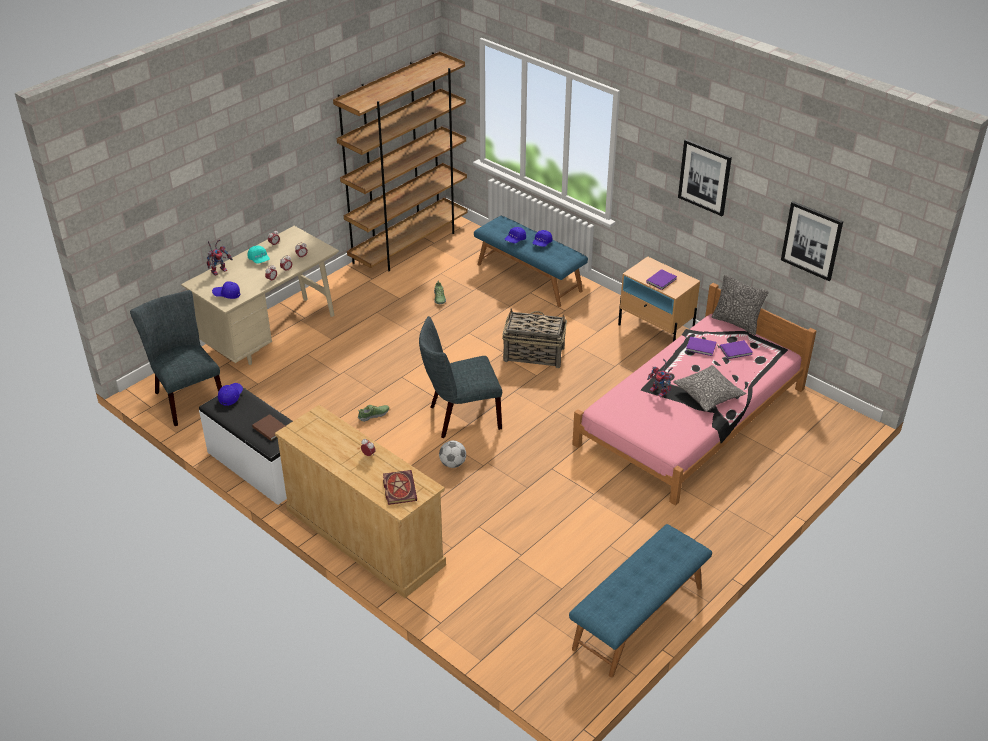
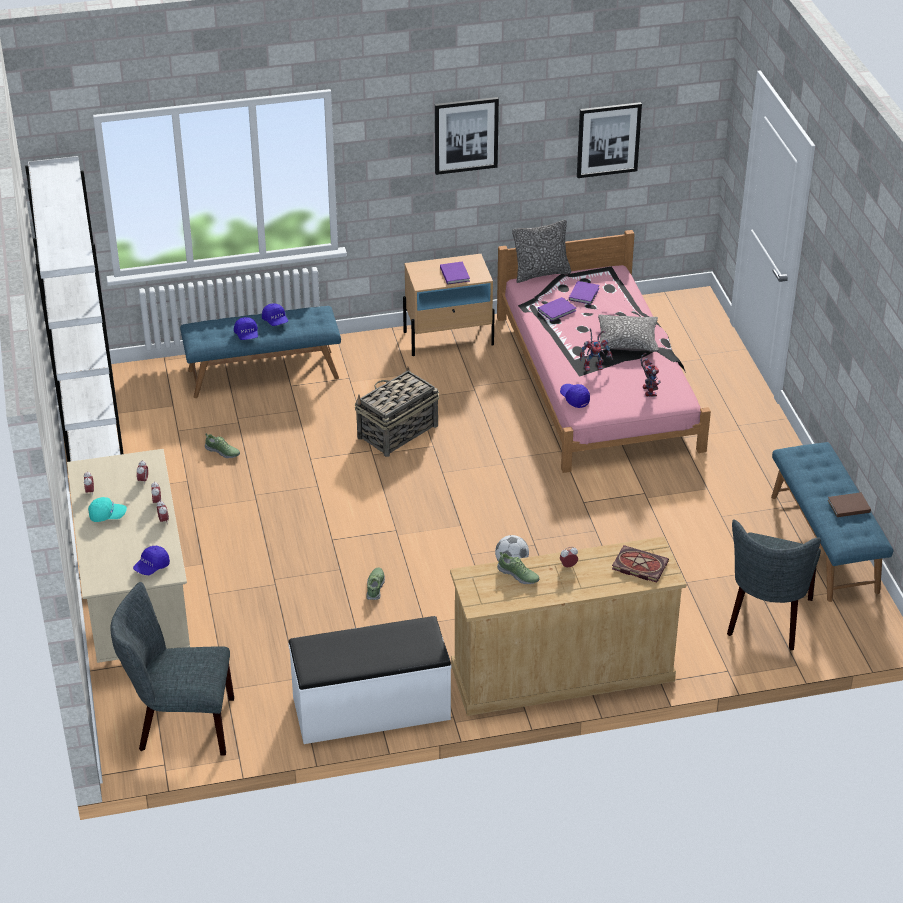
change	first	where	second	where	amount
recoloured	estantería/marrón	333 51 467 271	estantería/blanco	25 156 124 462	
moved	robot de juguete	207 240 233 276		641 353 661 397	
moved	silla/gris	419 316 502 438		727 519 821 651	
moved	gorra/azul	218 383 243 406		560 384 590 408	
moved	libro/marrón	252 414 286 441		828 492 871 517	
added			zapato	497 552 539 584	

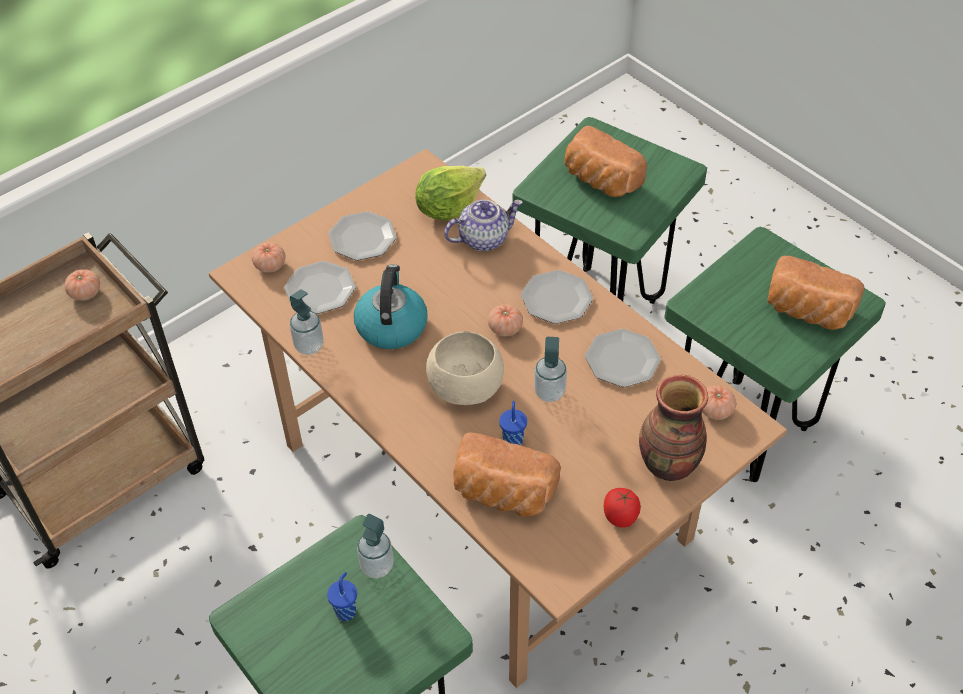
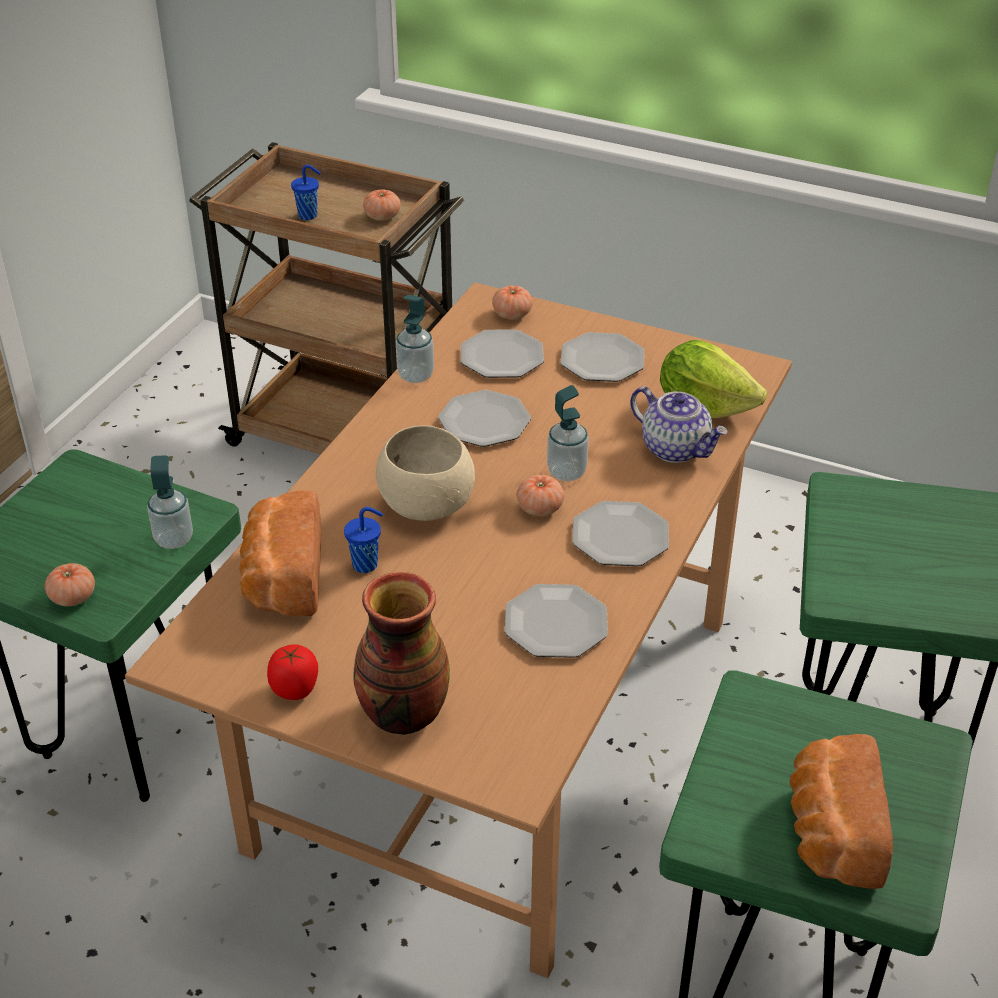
change	first	where	second	where	amount
removed	pan	564 126 647 197			
replaced	hervidor	354 264 428 349	plato	438 390 531 447	
moved	dispensador de jabón	534 337 567 402		547 385 589 481	
moved	tomate	702 385 736 420		45 563 95 606	
moved	taza/azul	327 572 357 621		291 165 321 220	

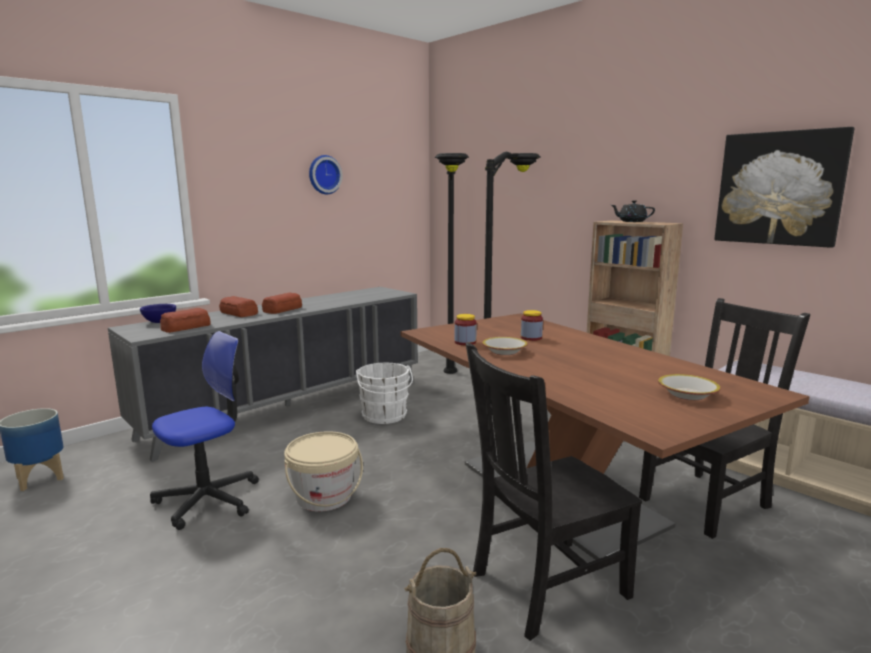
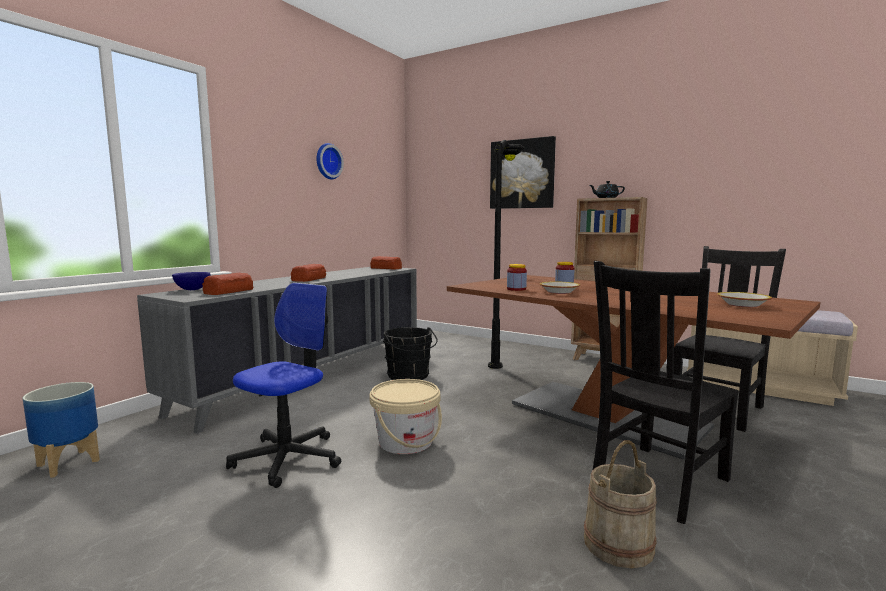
change	first	where	second	where	amount
moved	cuadro	715 127 855 248		490 136 556 209	
removed	lámpara de pie/negro	435 153 469 374			
moved	pan	219 296 258 317		370 256 402 269	
recoloured	cubo/blanco	356 363 413 424	cubo/negro	383 327 438 380	

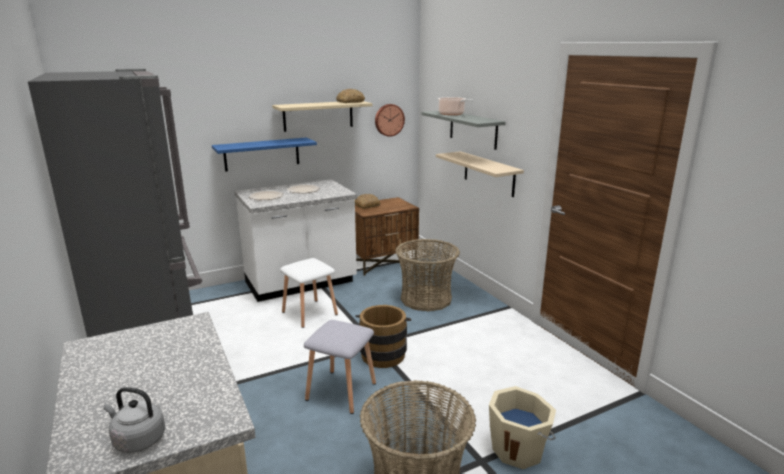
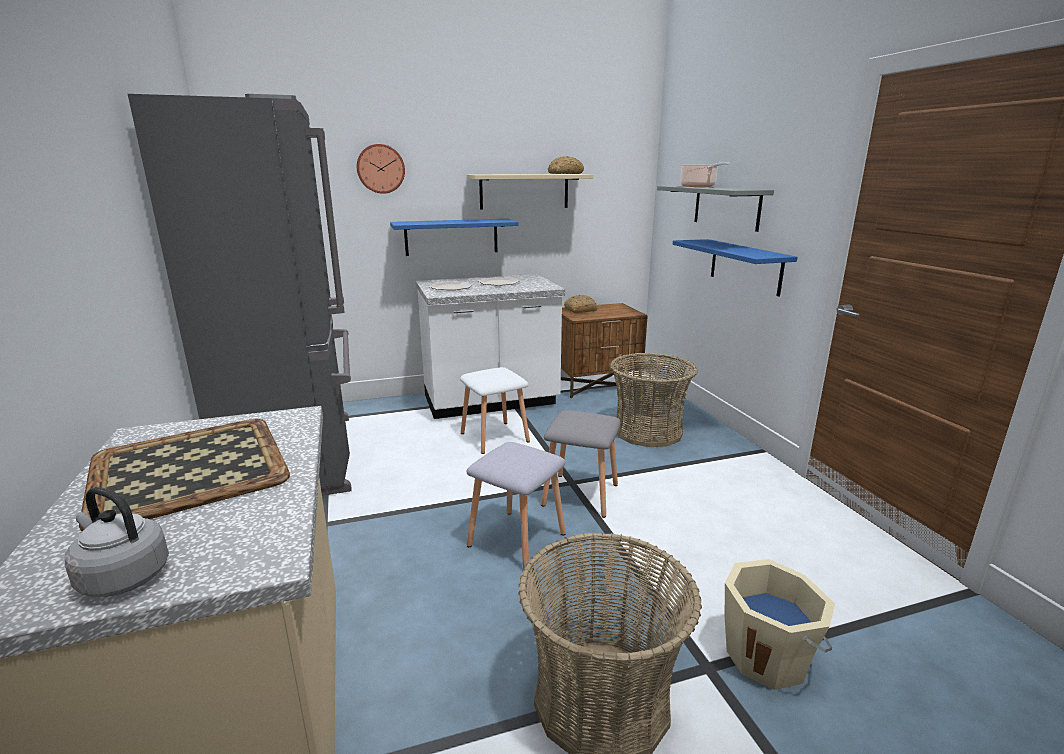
change	first	where	second	where	amount
moved	reloj de pared	375 104 405 137		357 144 405 194	
recoloured	estante/beis	436 151 524 197	estante/azul	673 239 797 297	
replaced	cubo/marrón	356 305 411 368	taburete/gris	541 410 620 518	
added			bandeja	79 419 290 531	

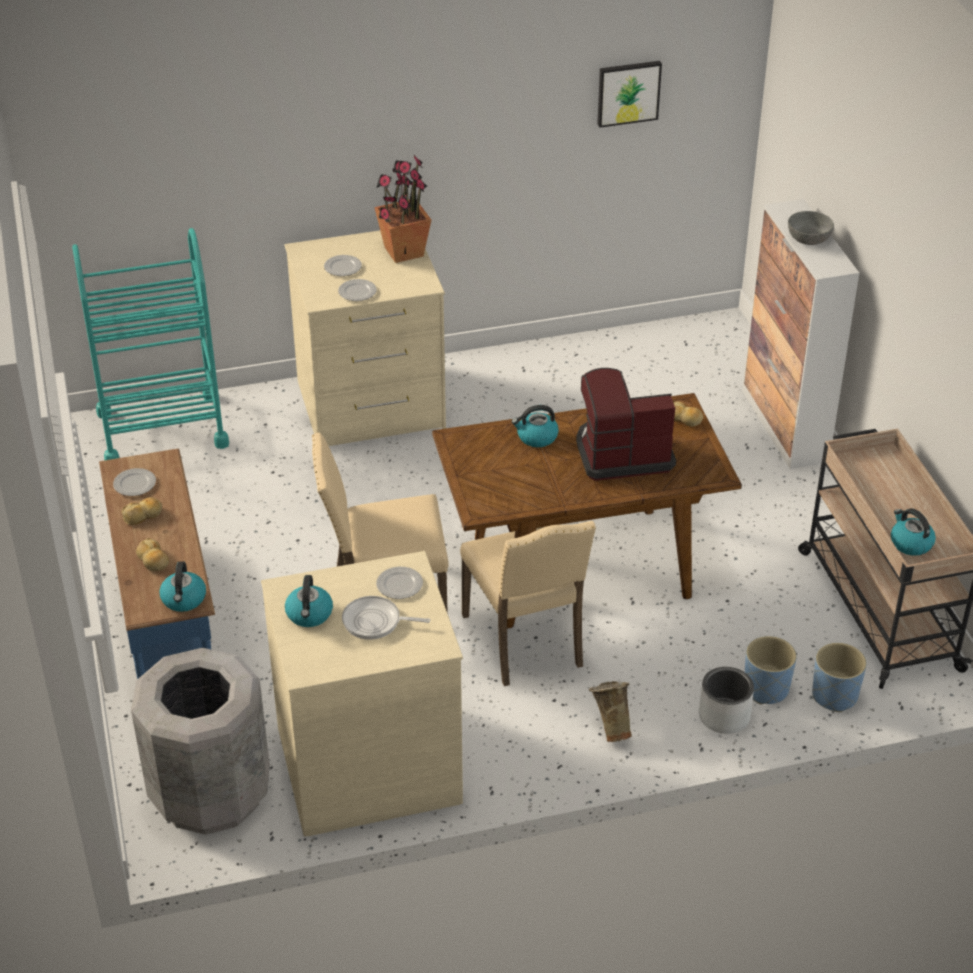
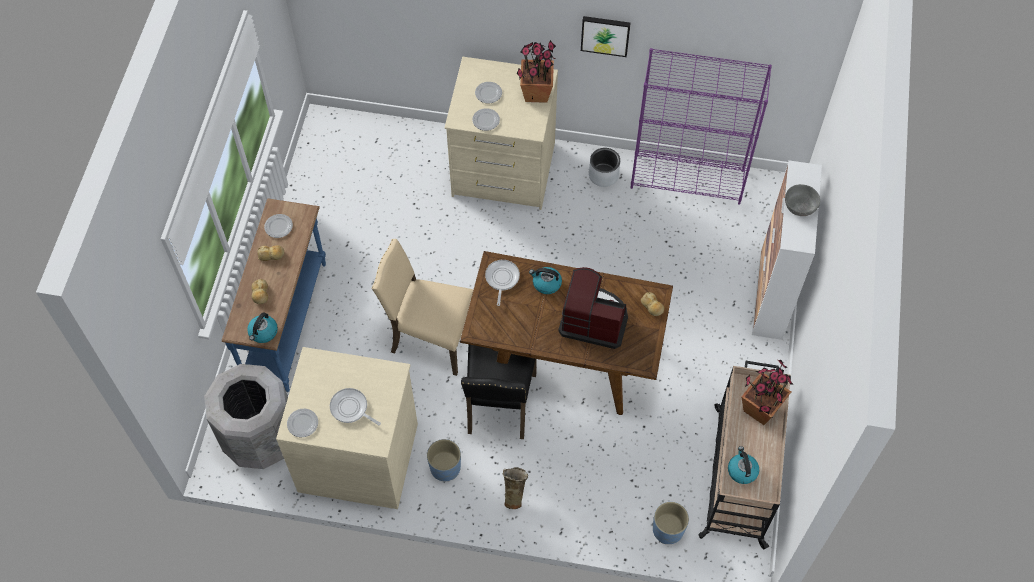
change	first	where	second	where	amount
moved	cuadro	597 61 662 128		581 16 631 57	
removed	carrito/turquesa	72 228 229 460			
recoloured	silla/beis	460 521 596 686	silla/negro	461 344 537 439	
moved	plato	376 567 423 599		287 409 318 437	
removed	hervidor	285 575 333 627			
moved	maceta/azul	745 636 797 704		427 439 461 481	
moved	maceta/gris	699 667 754 734		589 148 620 187	
added			estantería/morado	631 48 772 205	
added			sartén	485 260 520 306	
added			planta en maceta	741 360 793 425	

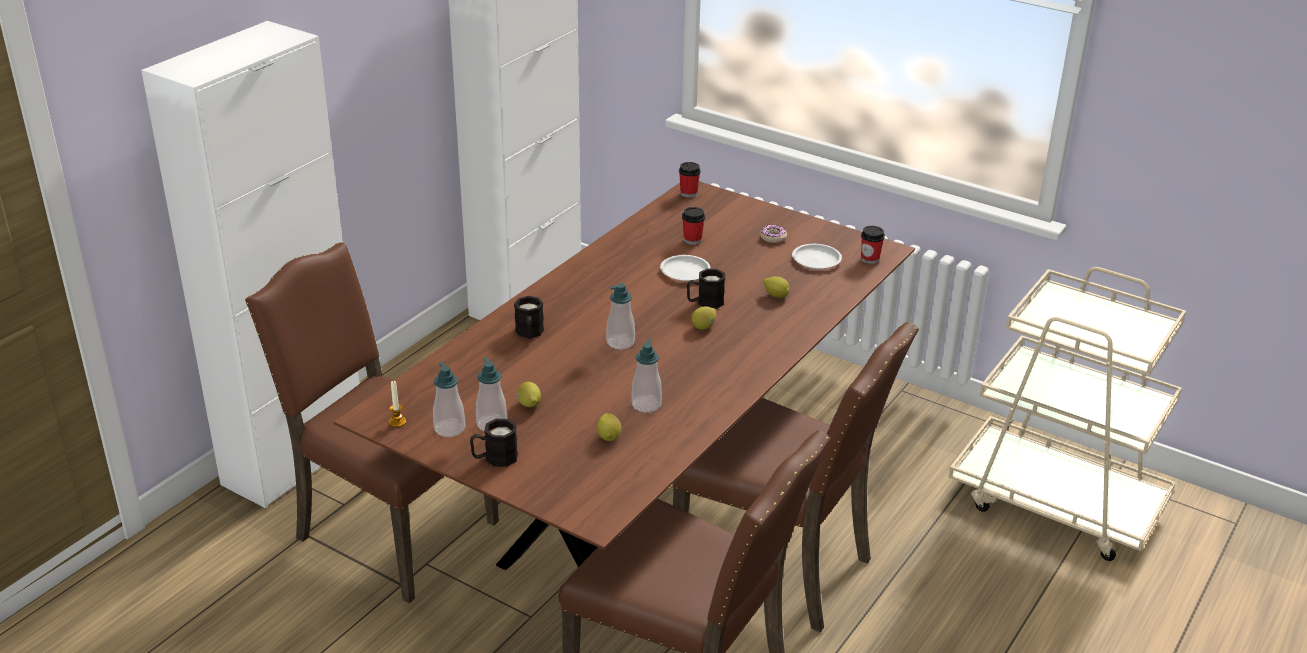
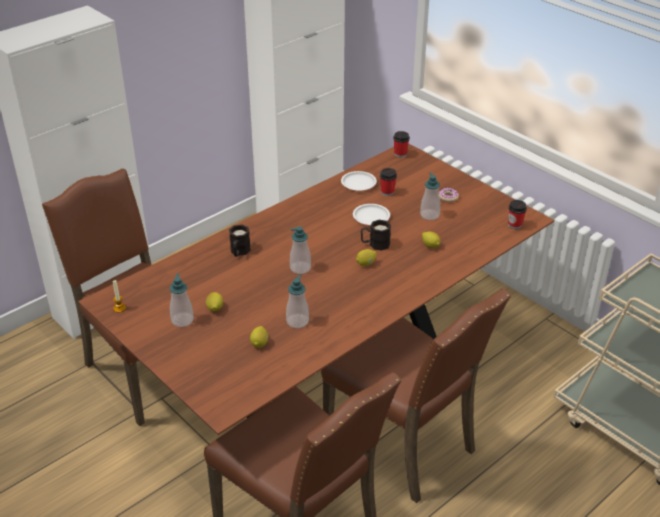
change	first	where	second	where	amount
moved	plato/blanco	792 244 842 269		341 171 377 191	
moved	dispensador de jabón	433 362 466 437		420 172 440 220	
removed	taza grande/negro	470 419 518 467			

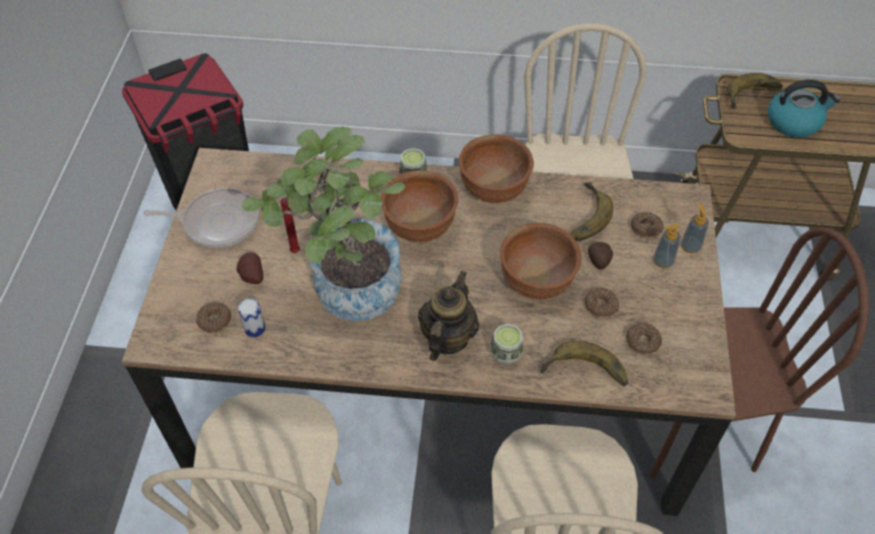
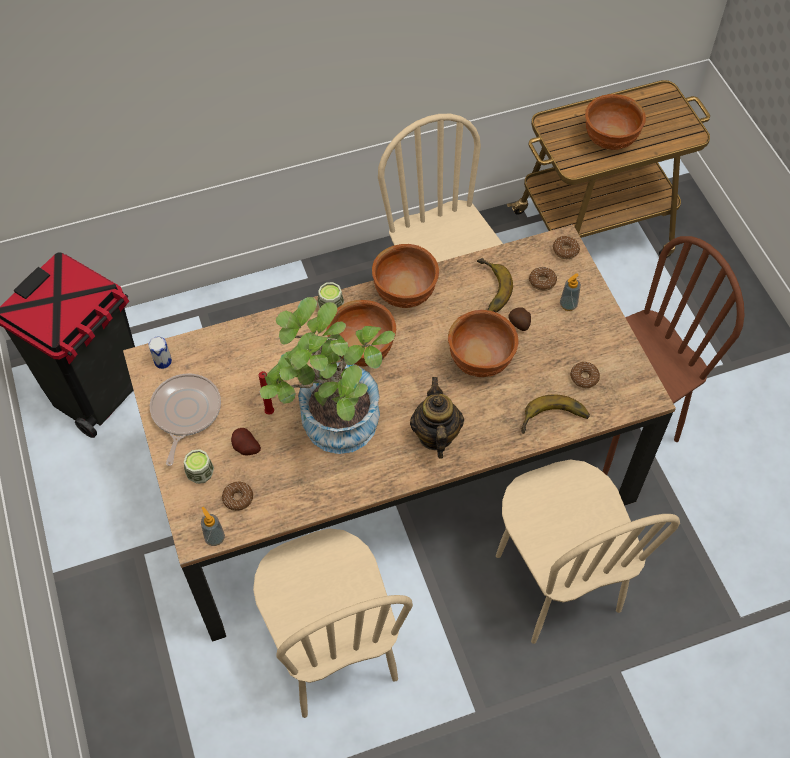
change	first	where	second	where	amount
removed	plátano	727 73 782 109			
replaced	hervidor	768 80 840 138	cuenco/marrón	585 94 646 150	
turned	sartén	143 188 259 248		150 374 221 466	60 degrees counterclockwise
moved	dispensador de jabón	681 203 709 253		201 507 225 546	
moved	rosquilla	585 288 619 318		553 236 580 259	
moved	lata	238 298 266 337		149 336 172 369	
moved	taza	490 324 523 365		184 449 214 484	

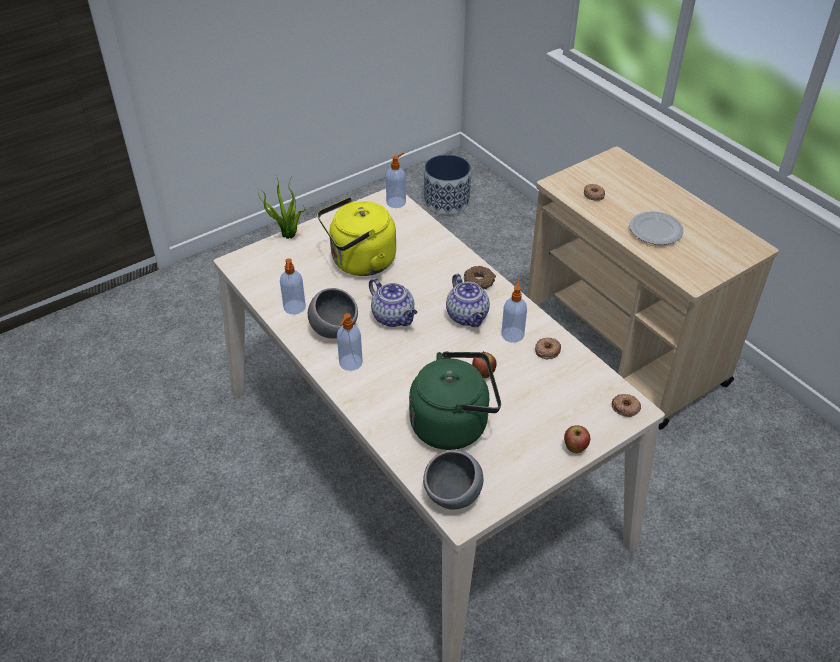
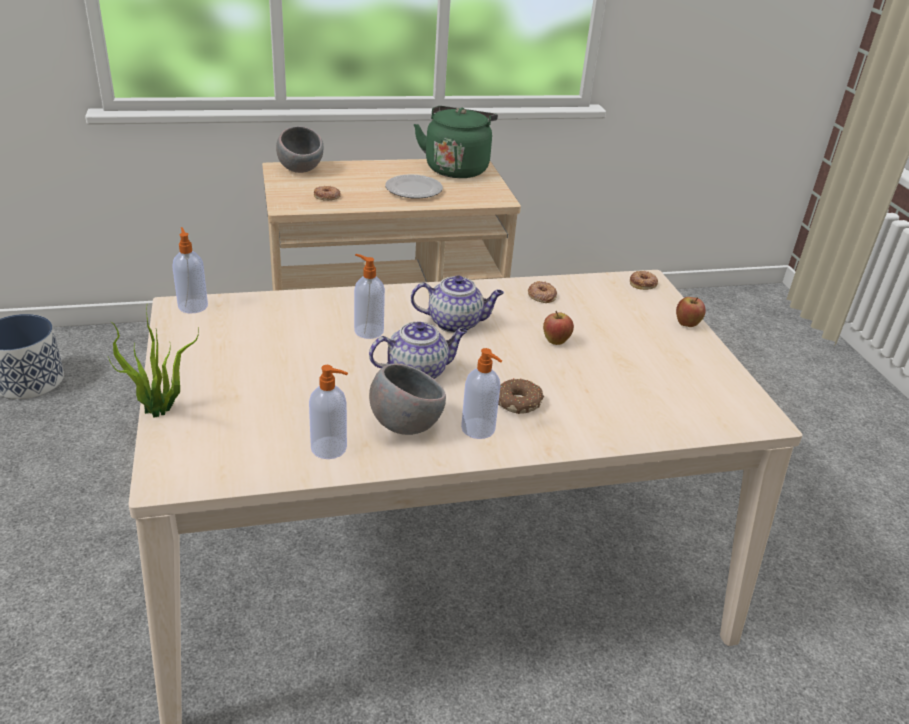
change	first	where	second	where	amount
removed	hervidor/amarillo	317 197 396 276			
moved	rosquilla	464 266 496 289		498 378 544 414	
moved	dispensador de jabón	501 279 527 343		354 254 385 339	
moved	hervidor/verde	409 352 501 450		414 106 498 178	
moved	cuenco/gris	423 450 483 509		276 126 324 173	

